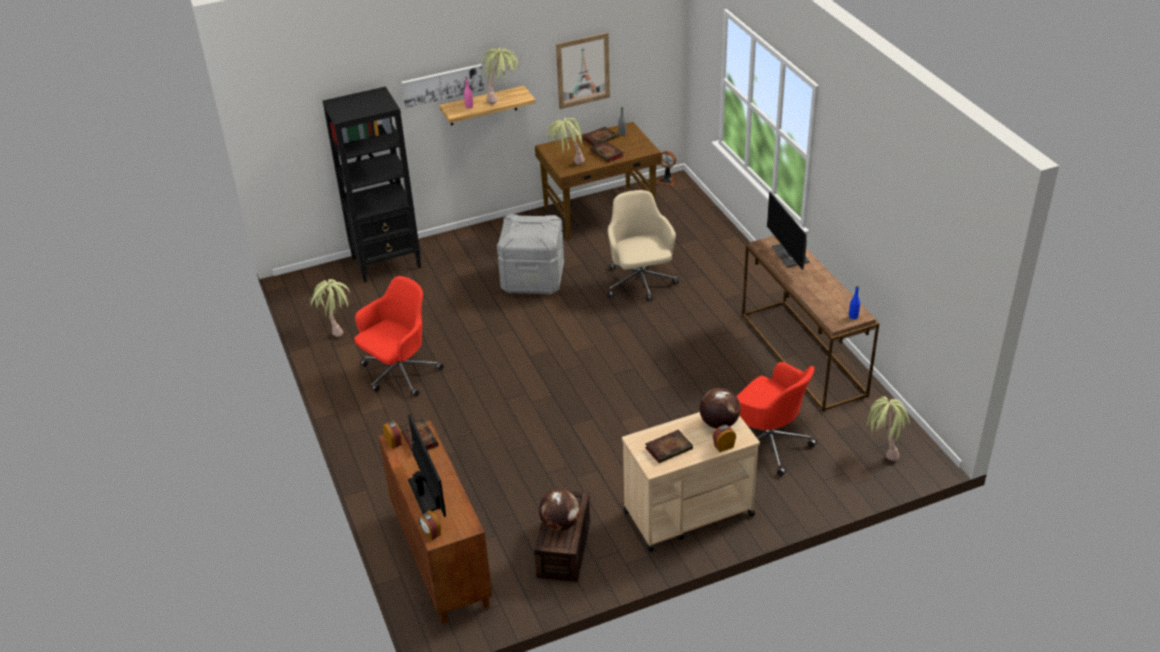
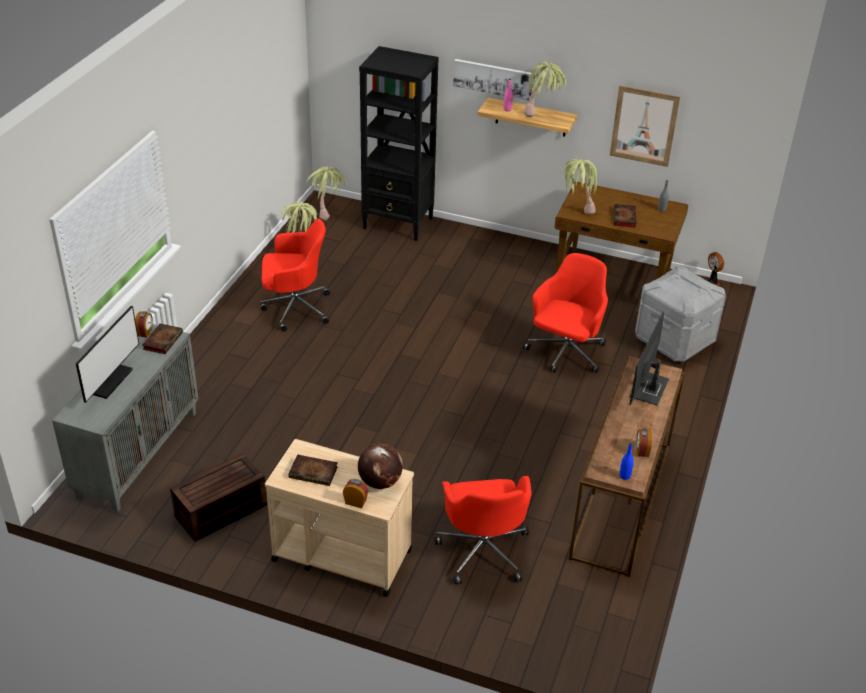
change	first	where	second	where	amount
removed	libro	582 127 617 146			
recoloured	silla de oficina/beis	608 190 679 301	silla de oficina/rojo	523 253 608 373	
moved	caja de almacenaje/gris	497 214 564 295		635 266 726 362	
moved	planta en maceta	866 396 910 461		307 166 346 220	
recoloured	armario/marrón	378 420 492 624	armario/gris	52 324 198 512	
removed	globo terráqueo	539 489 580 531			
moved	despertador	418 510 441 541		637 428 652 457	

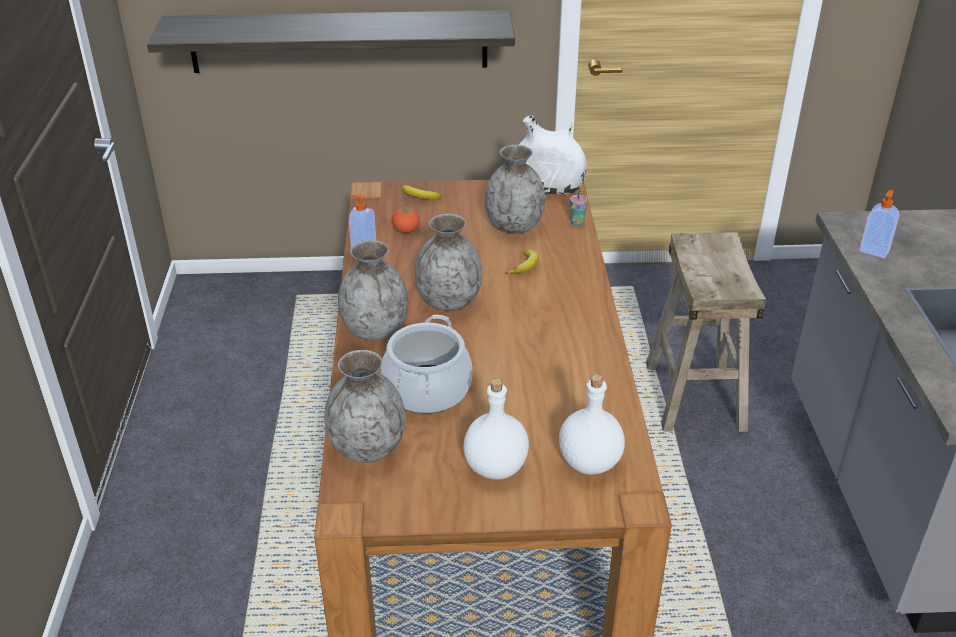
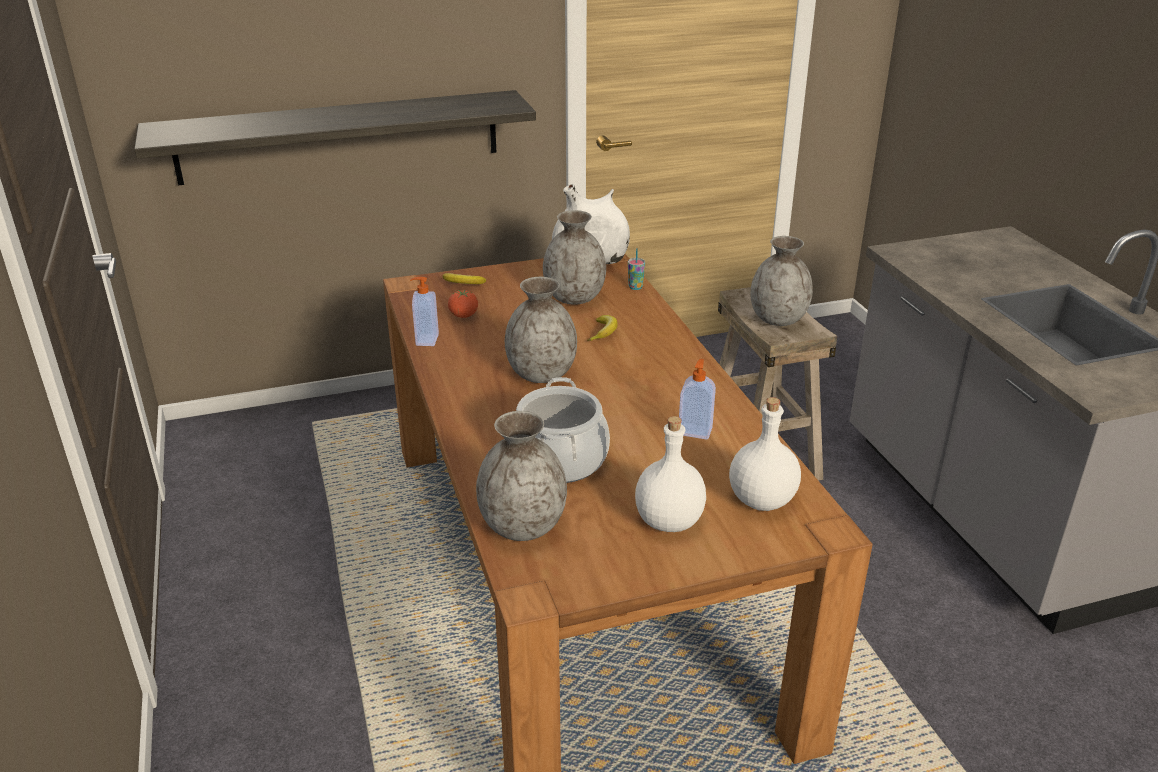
change	first	where	second	where	amount
moved	dispensador de jabón	859 190 899 258		679 359 716 440	
moved	florero/gris	338 240 408 341		751 236 813 326	

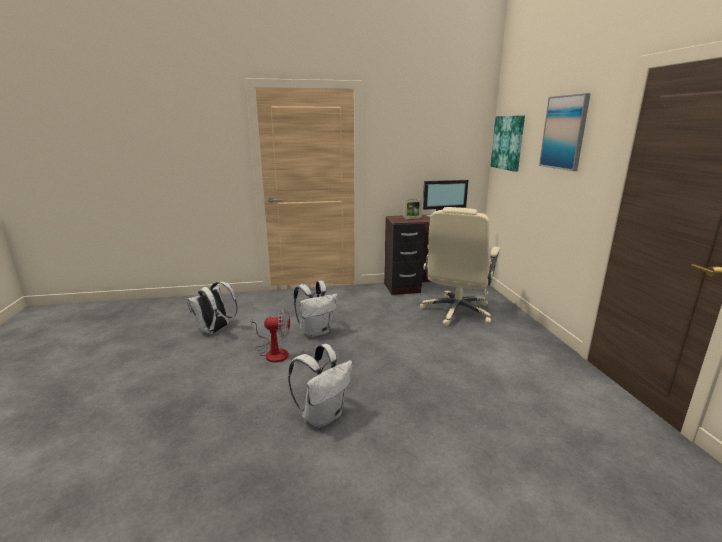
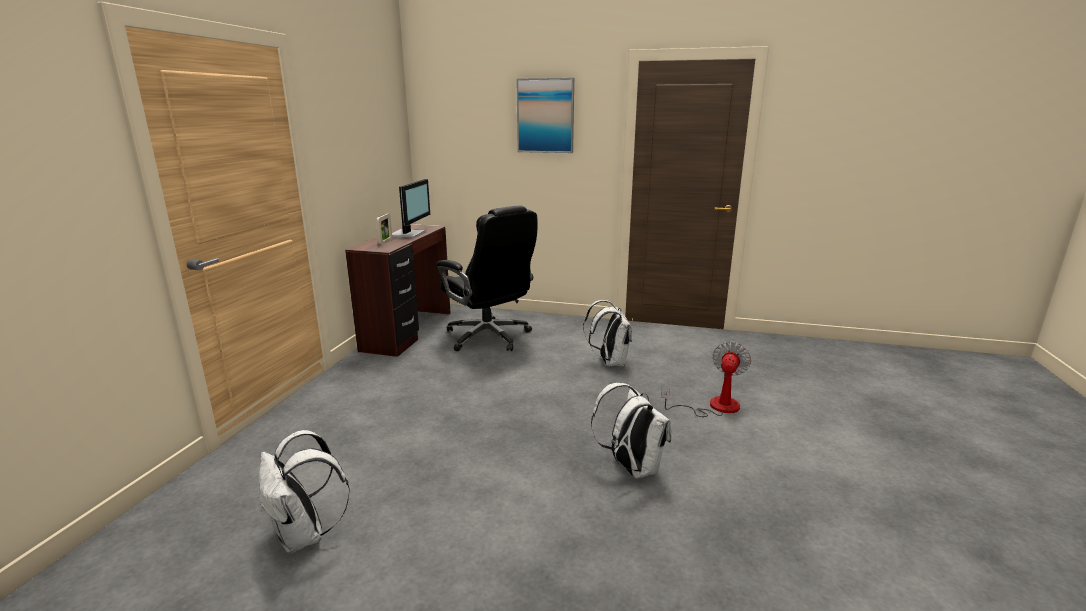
change	first	where	second	where	amount
removed	cuadro	491 115 525 172			
recoloured	silla de oficina/beis	420 207 501 326	silla de oficina/negro	436 206 538 351	
moved	mochila/blanco	294 281 338 338		583 300 632 367	
moved	ventilador	251 309 290 362		661 341 751 417	

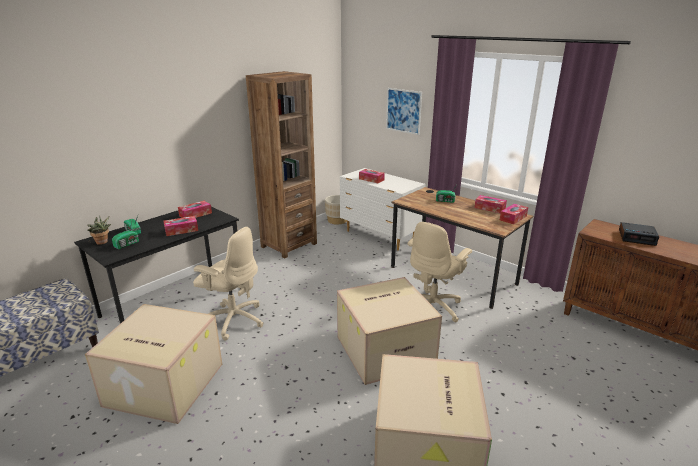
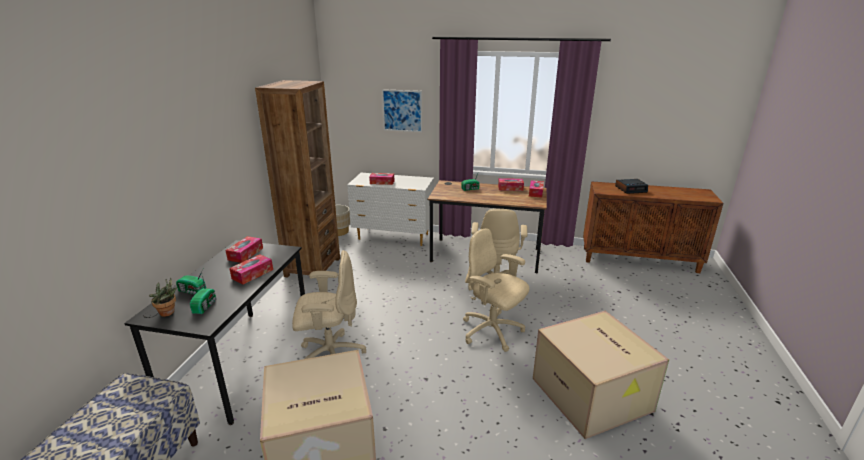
change	first	where	second	where	amount
replaced	caja de cartón	337 277 442 385	silla de oficina/beis	463 229 530 352	

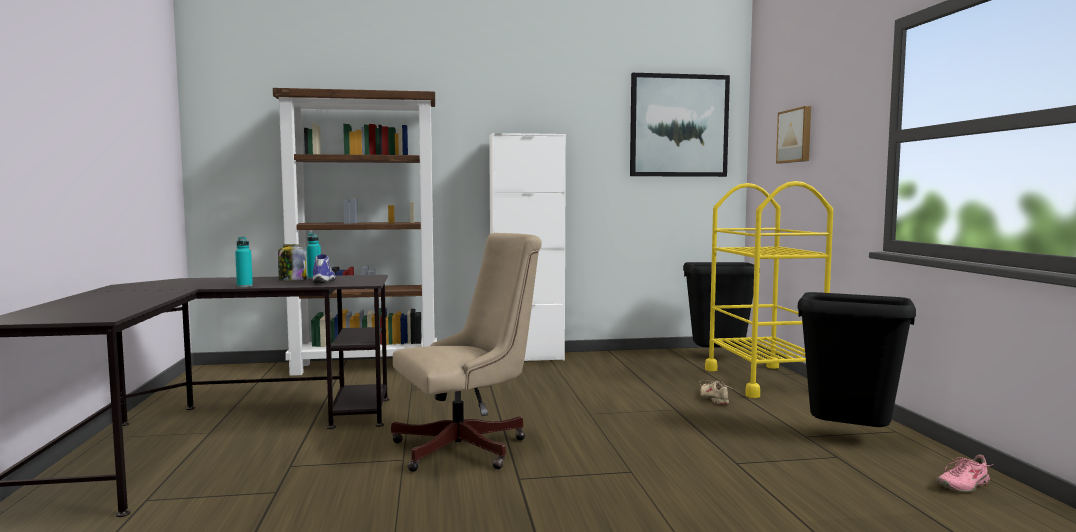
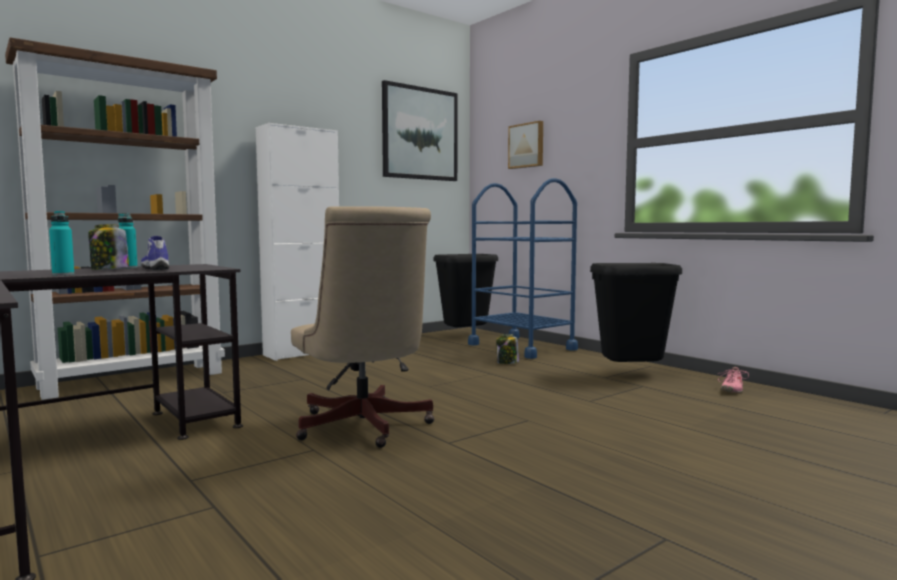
change	first	where	second	where	amount
recoloured	carrito/amarillo	705 181 833 398	carrito/azul	468 178 578 359	
turned	silla de oficina/beis	391 233 542 472		291 206 435 448	120 degrees clockwise
replaced	zapato/beis	699 380 734 405	tarro	496 334 519 364	

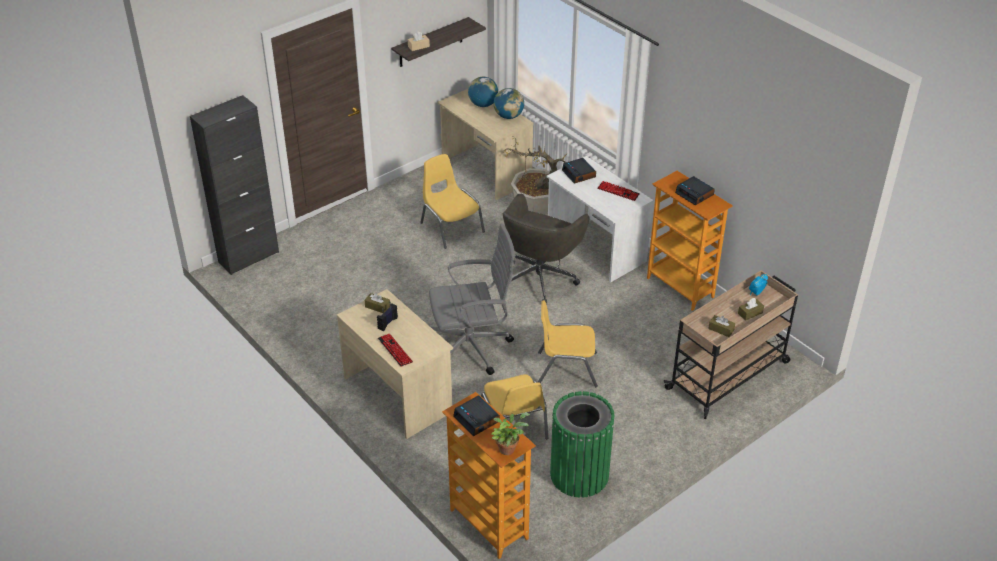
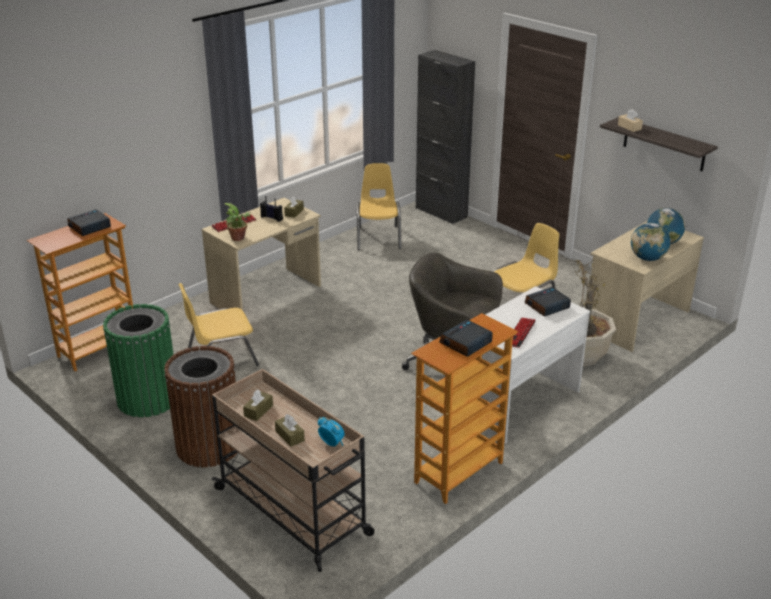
change	first	where	second	where	amount
removed	silla de oficina/gris	429 223 516 375			
moved	silla/amarillo	538 300 598 387		357 163 401 250	
moved	planta en maceta	491 413 530 455		224 203 251 241	
added			papelera/marrón	164 346 238 467	

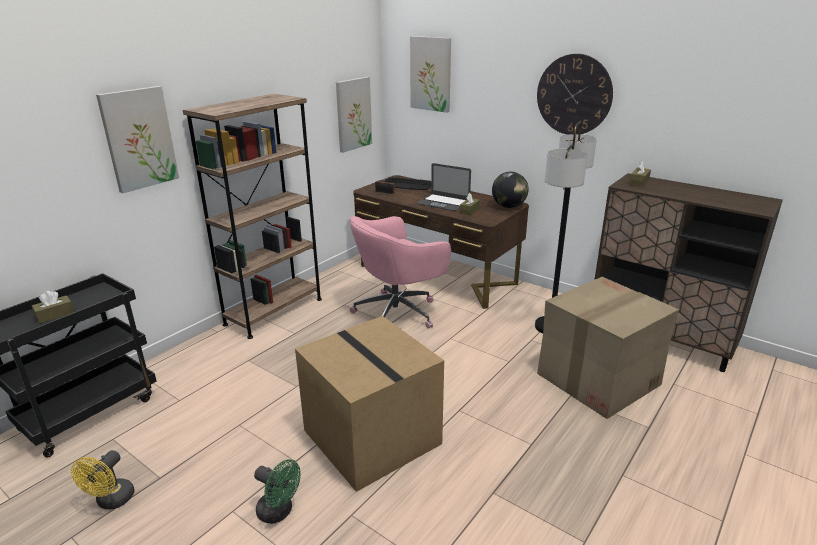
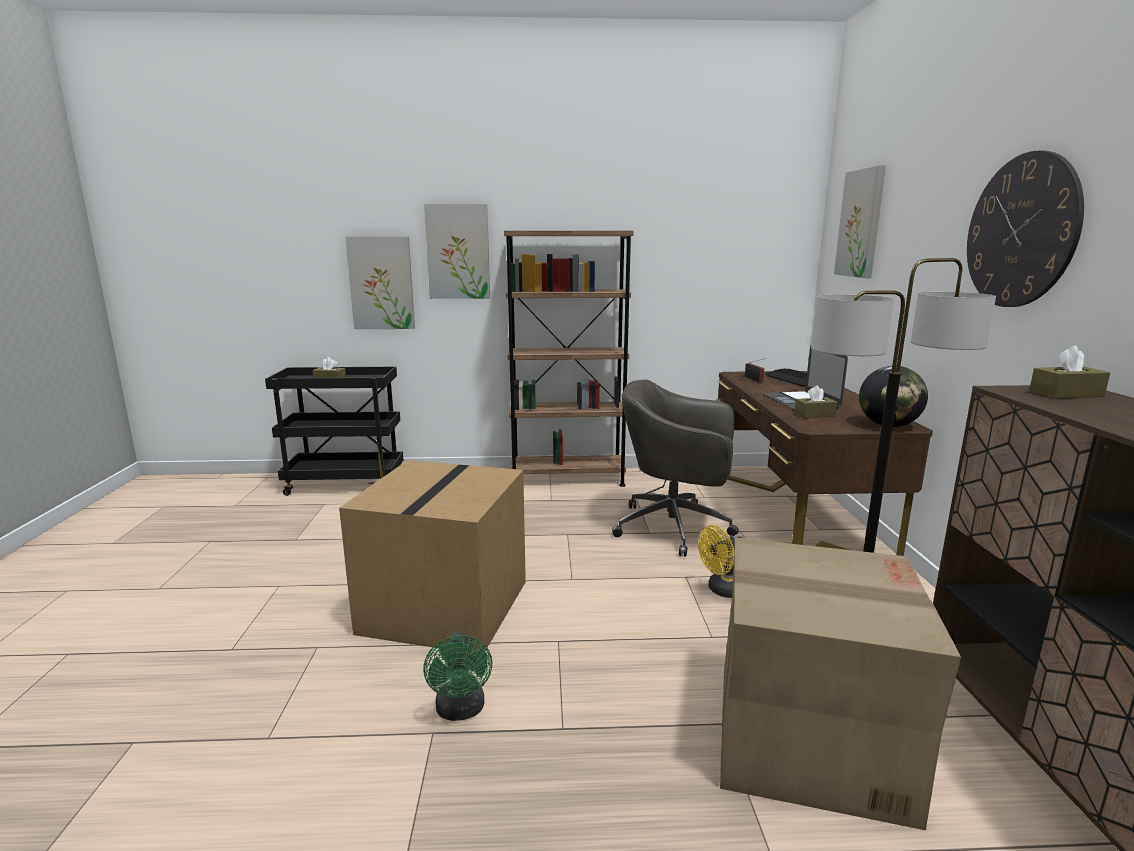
change	first	where	second	where	amount
moved	cuadro	336 77 372 153		345 237 415 329	
recoloured	silla de oficina/rosa	350 216 451 329	silla de oficina/gris	612 380 739 557	
moved	ventilador/amarillo	71 450 134 509		698 525 743 598	
moved	ventilador/verde	254 459 301 524		423 632 492 721	

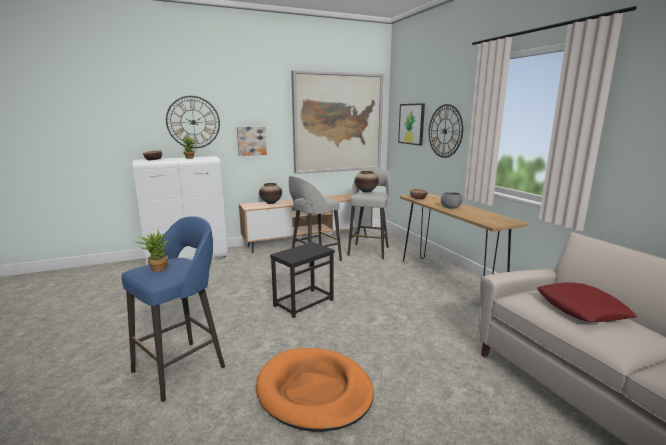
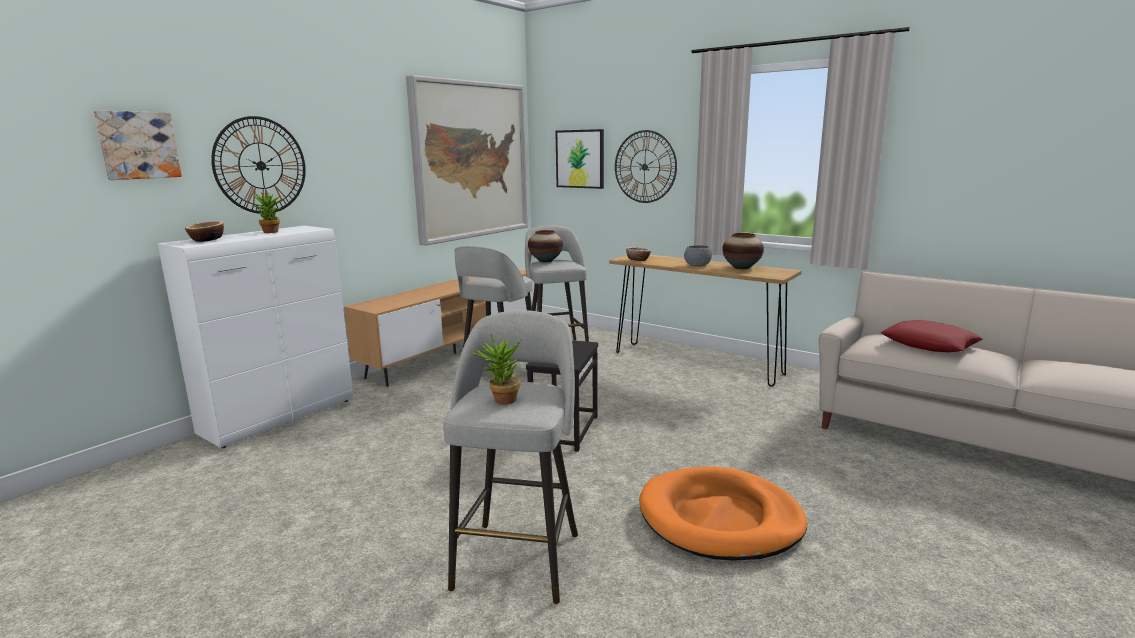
change	first	where	second	where	amount
moved	cuadro	237 127 267 156		94 111 182 180	
moved	florero	259 183 282 204		722 233 764 269	
recoloured	taburete/azul	122 216 225 402	taburete/gris	443 310 578 604	

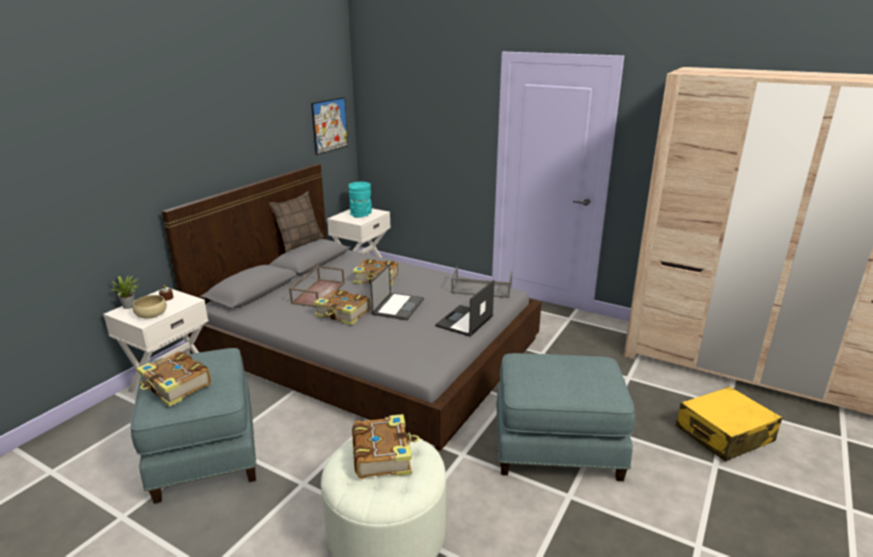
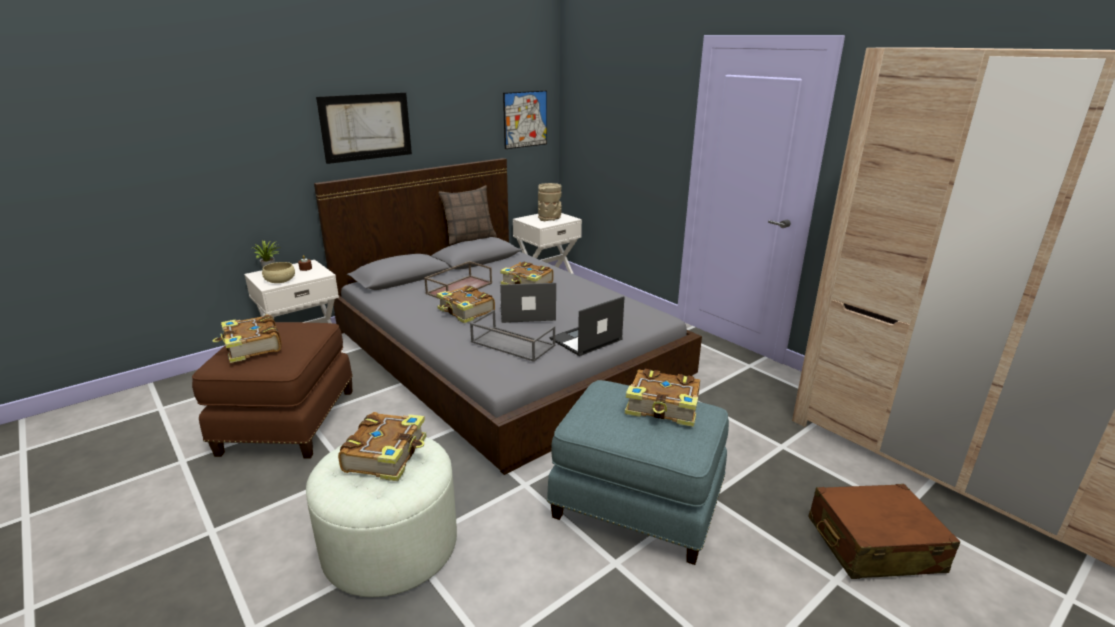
change	first	where	second	where	amount
recoloured	florero/turquesa	349 182 372 218	florero/beis	538 183 562 222	
turned	portátil	370 263 424 321		500 283 556 323	135 degrees counterclockwise
moved	bandeja/gris	451 267 512 298		470 310 556 362	
recoloured	puf/azul	130 348 256 504	puf/marrón	192 322 353 459	
recoloured	maleta/amarillo	676 386 782 462	maleta/marrón	808 484 960 579	
added			cuadro	316 92 412 164	
added			libro	625 369 700 427	

